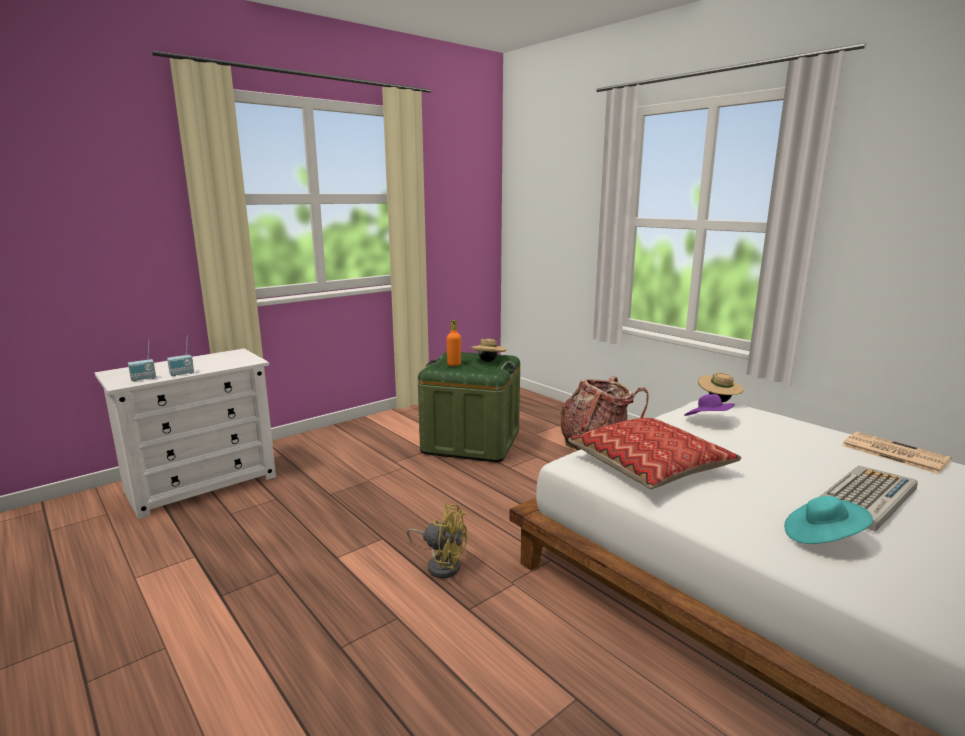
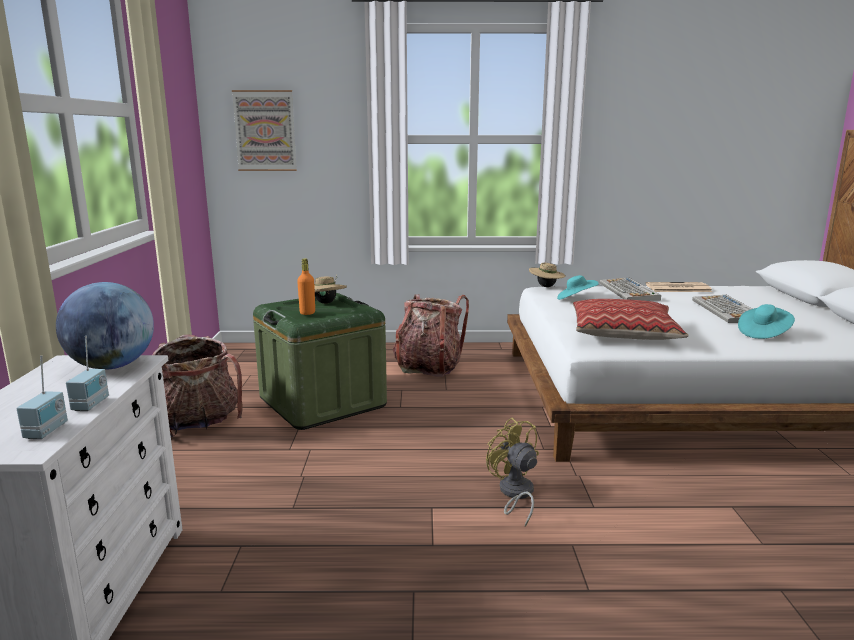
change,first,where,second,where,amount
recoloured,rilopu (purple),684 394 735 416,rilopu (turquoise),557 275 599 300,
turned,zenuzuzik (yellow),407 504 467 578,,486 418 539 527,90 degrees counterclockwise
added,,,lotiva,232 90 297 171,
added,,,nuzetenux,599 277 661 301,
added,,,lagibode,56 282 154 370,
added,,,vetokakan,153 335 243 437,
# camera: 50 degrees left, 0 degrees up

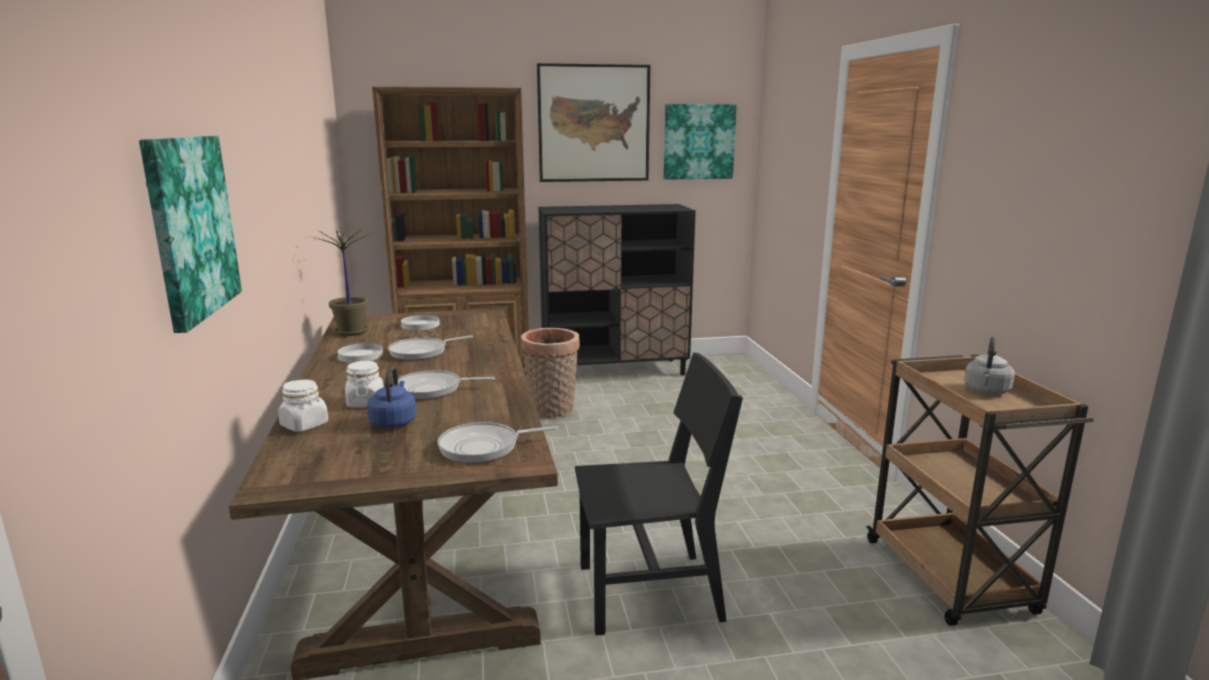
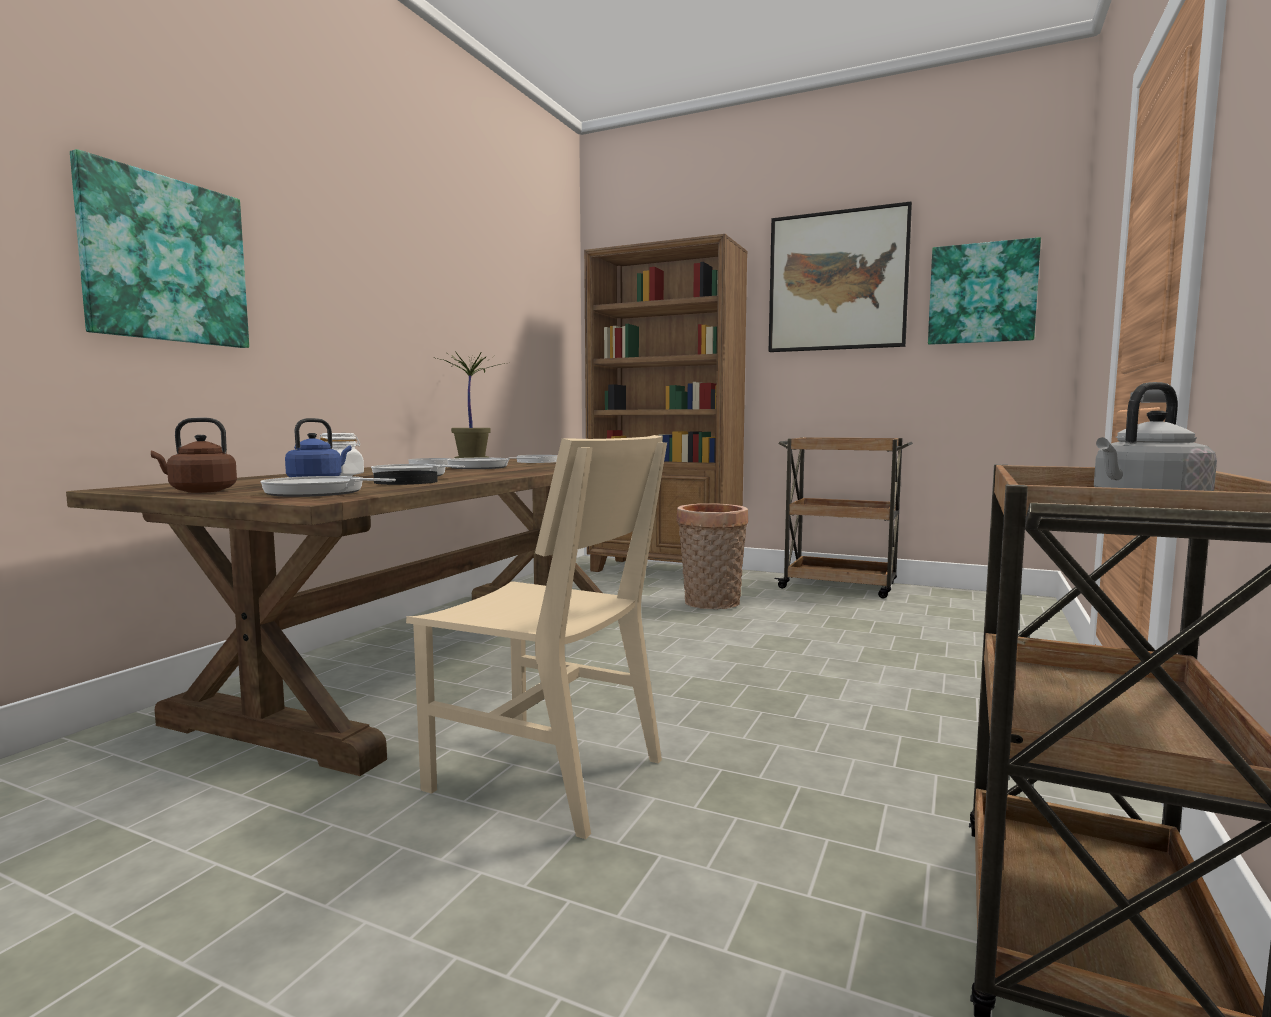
change,first,where,second,where,amount
replaced,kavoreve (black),538 204 696 376,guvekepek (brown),774 437 913 598,
recoloured,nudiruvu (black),575 352 743 636,nudiruvu (beige),406 435 667 839,
removed,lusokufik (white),278 380 328 432,,,
added,,,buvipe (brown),151 418 237 493,
added,,,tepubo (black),373 471 438 485,
# camera: 35 degrees right, 10 degrees down

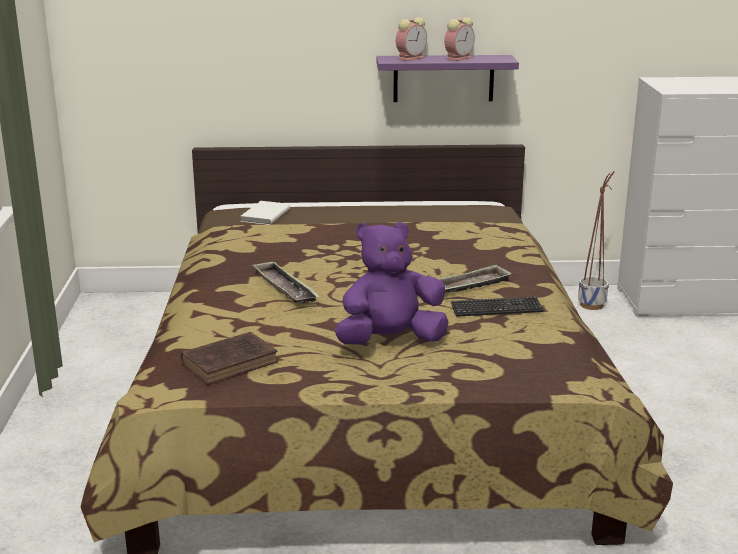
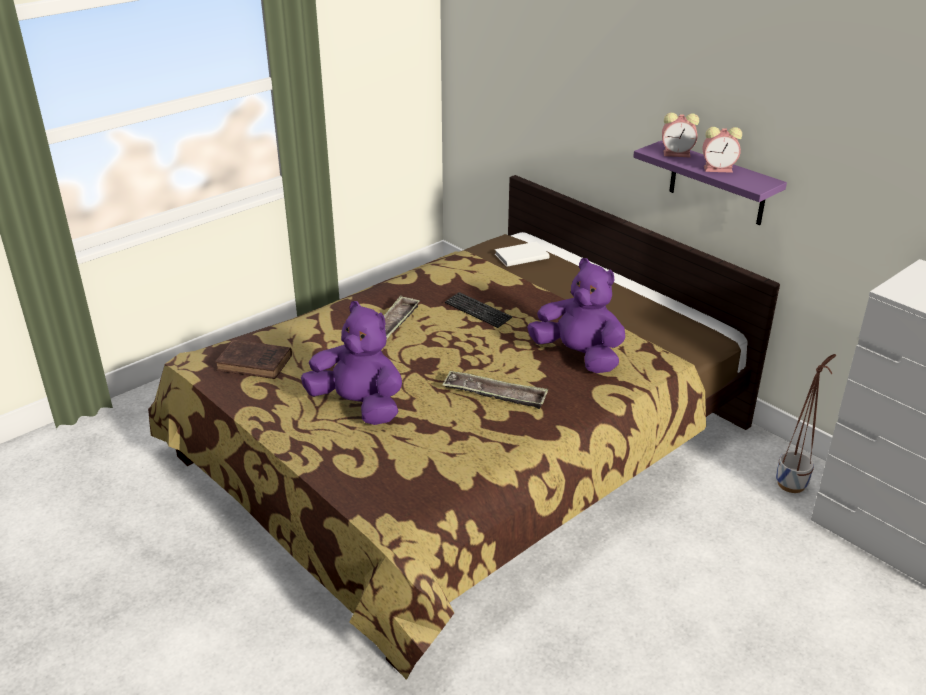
change,first,where,second,where,amount
moved,nuzetenux,451 297 544 317,,445 292 512 328,
added,,,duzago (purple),527 258 625 373,
# camera: 50 degrees right, 10 degrees up

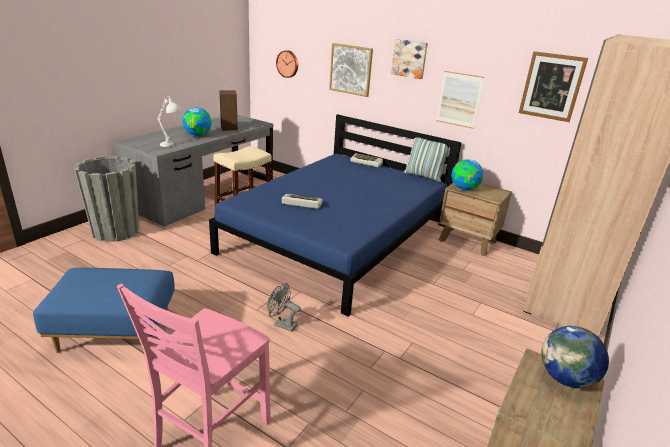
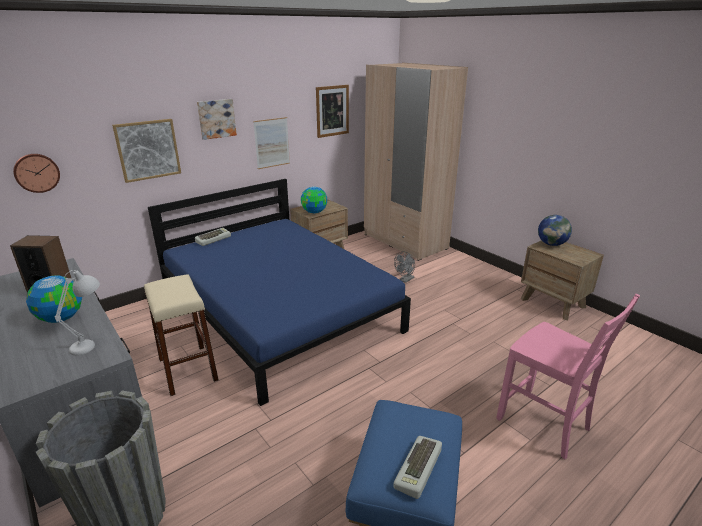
change,first,where,second,where,amount
removed,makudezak,403 137 449 182,,,
moved,nuzetenux,282 194 322 209,,394 436 442 499,
moved,zenuzuzik (grey),267 283 301 332,,394 251 415 283,
# camera: 70 degrees left, 0 degrees up

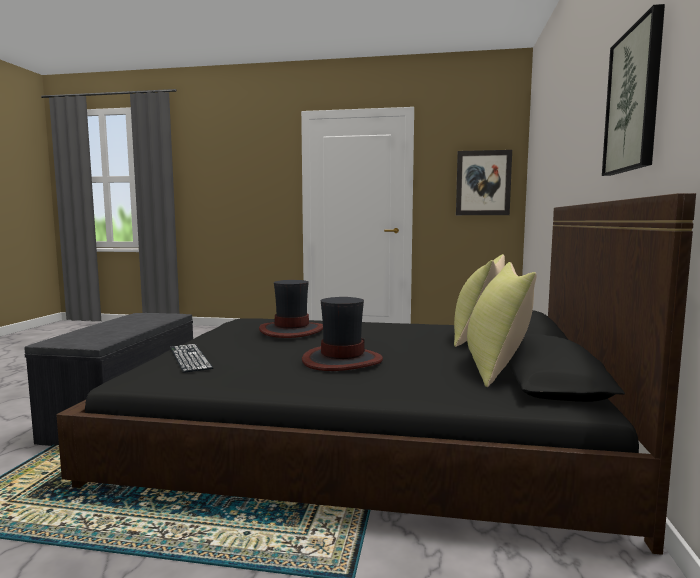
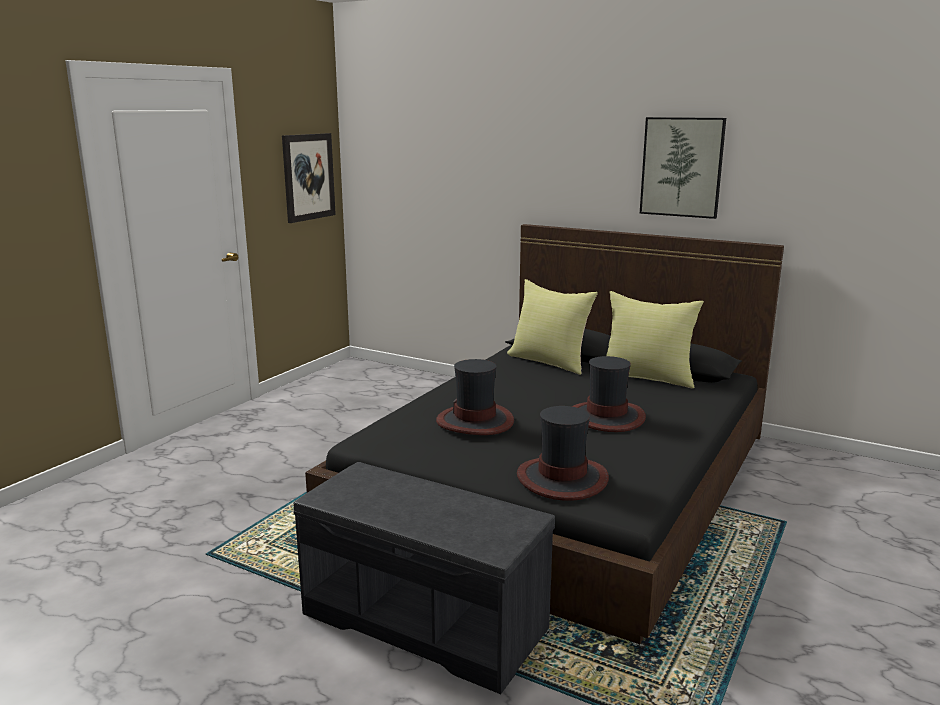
change,first,where,second,where,amount
replaced,nuzetenux,170 344 214 373,rilopu,517 406 609 501,
# camera: 70 degrees left, 10 degrees up

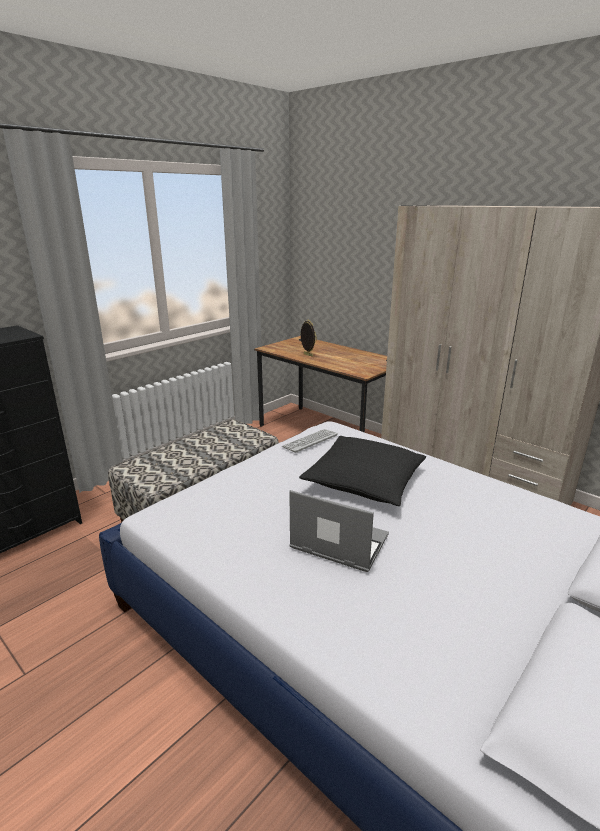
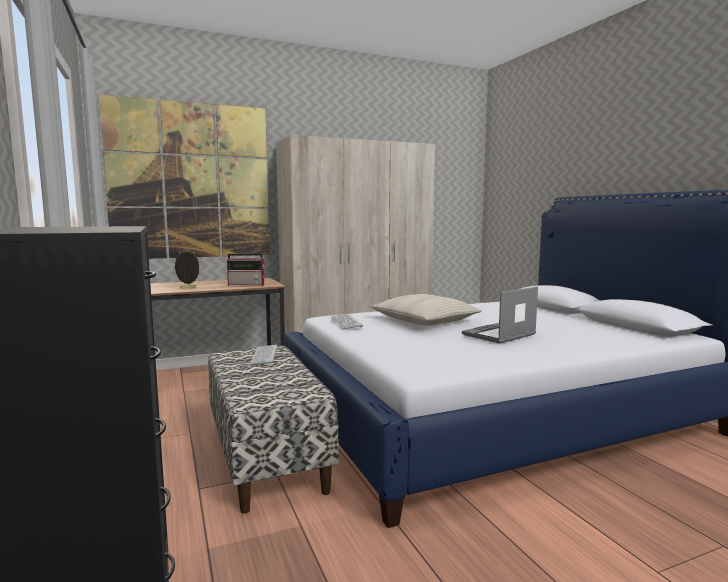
change,first,where,second,where,amount
recoloured,makudezak (black),299 436 426 506,makudezak (beige),371 294 482 326,
added,,,lotiva,98 94 270 259,
added,,,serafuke,227 254 265 286,
added,,,nuzetenux,250 345 277 365,
# camera: 65 degrees left, 15 degrees down

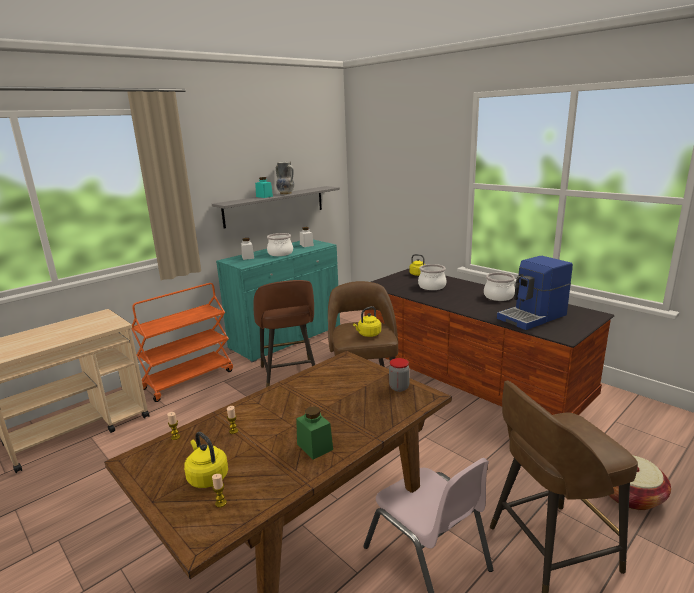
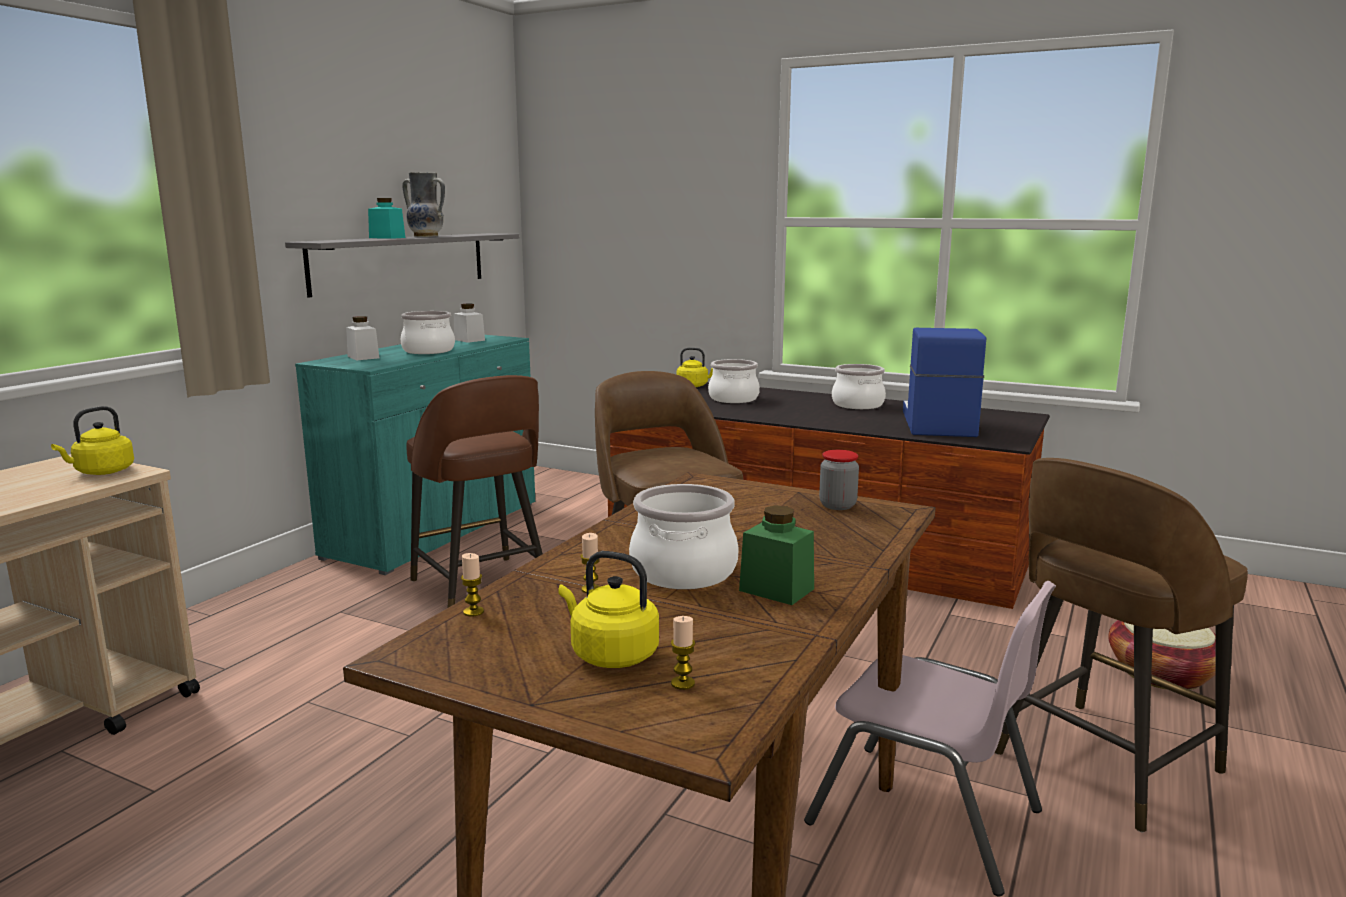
change,first,where,second,where,amount
turned,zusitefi,497 256 573 330,,903 328 986 437,150 degrees clockwise
removed,guvekepek (orange),131 283 233 402,,,
moved,buvipe (yellow),353 306 381 337,,51 406 134 475,
added,,,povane,629 484 738 589,
# camera: 20 degrees left, 5 degrees down

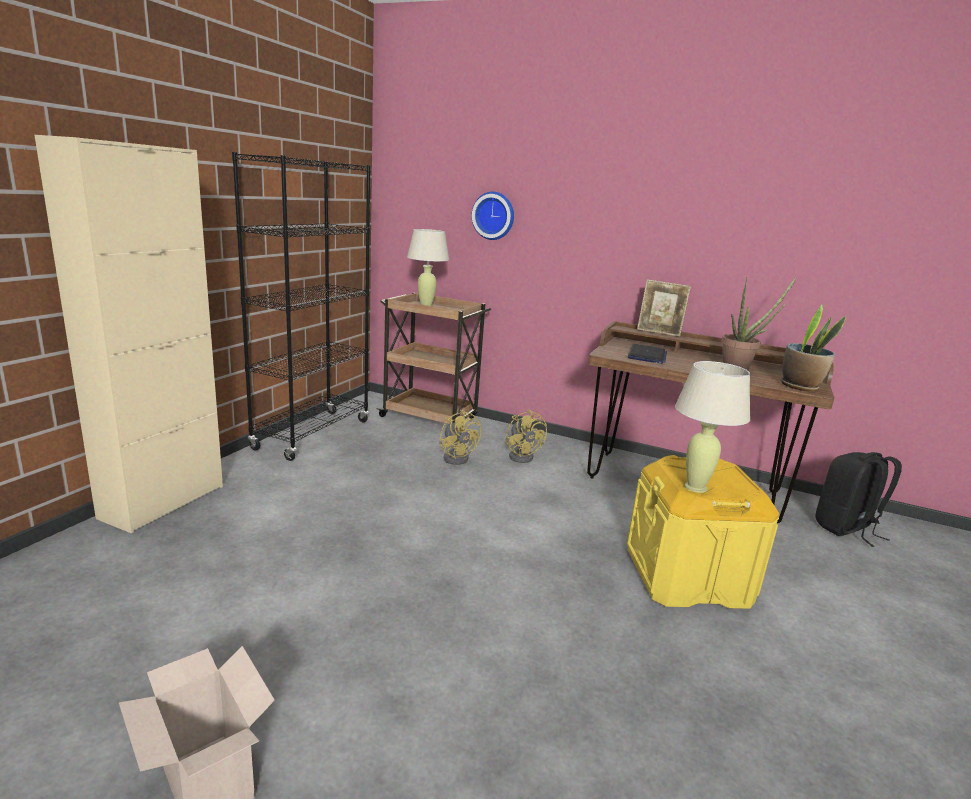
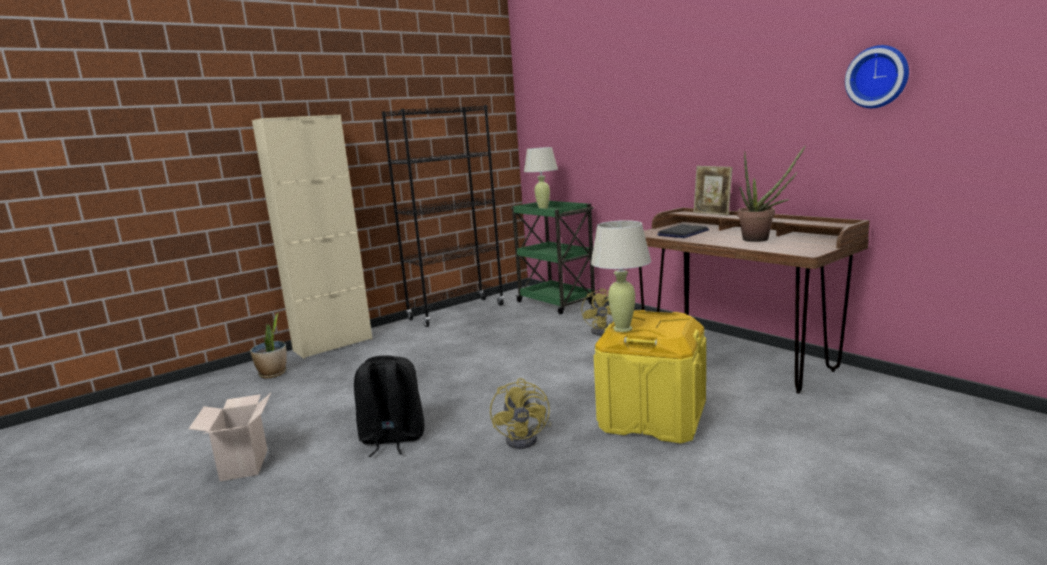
change,first,where,second,where,amount
moved,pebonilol,472 192 514 240,,845 45 909 108,
recoloured,guvekepek (brown),377 292 491 424,guvekepek (green),510 201 595 314,
moved,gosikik,781 305 846 391,,250 313 287 378,
moved,zenuzuzik (yellow),439 409 481 465,,490 378 552 449,
moved,vetokakan (black),815 452 902 547,,354 355 425 457,
# camera: 30 degrees right, 5 degrees down

